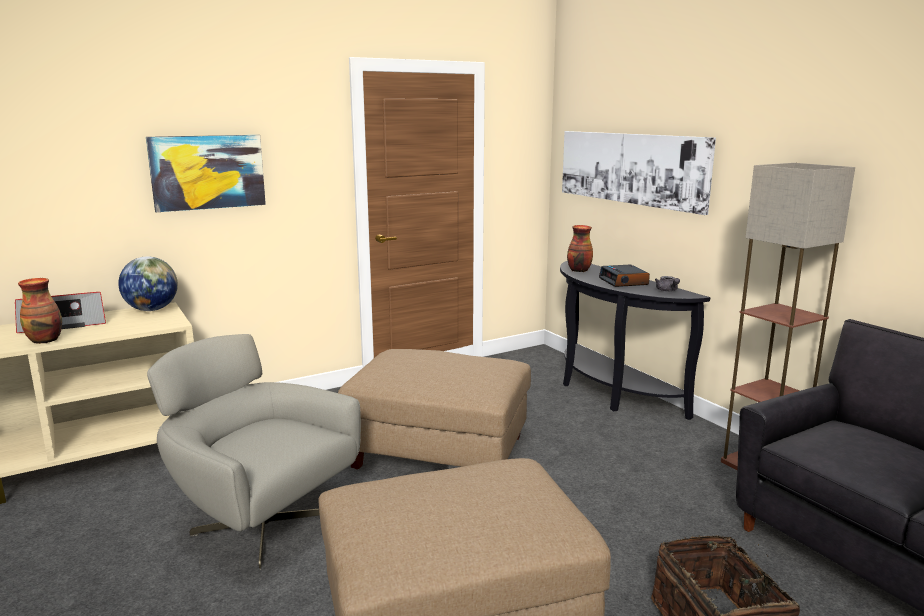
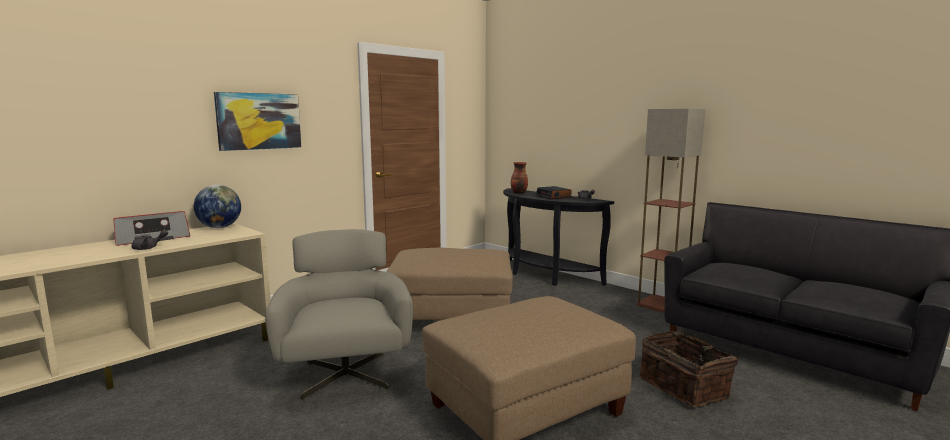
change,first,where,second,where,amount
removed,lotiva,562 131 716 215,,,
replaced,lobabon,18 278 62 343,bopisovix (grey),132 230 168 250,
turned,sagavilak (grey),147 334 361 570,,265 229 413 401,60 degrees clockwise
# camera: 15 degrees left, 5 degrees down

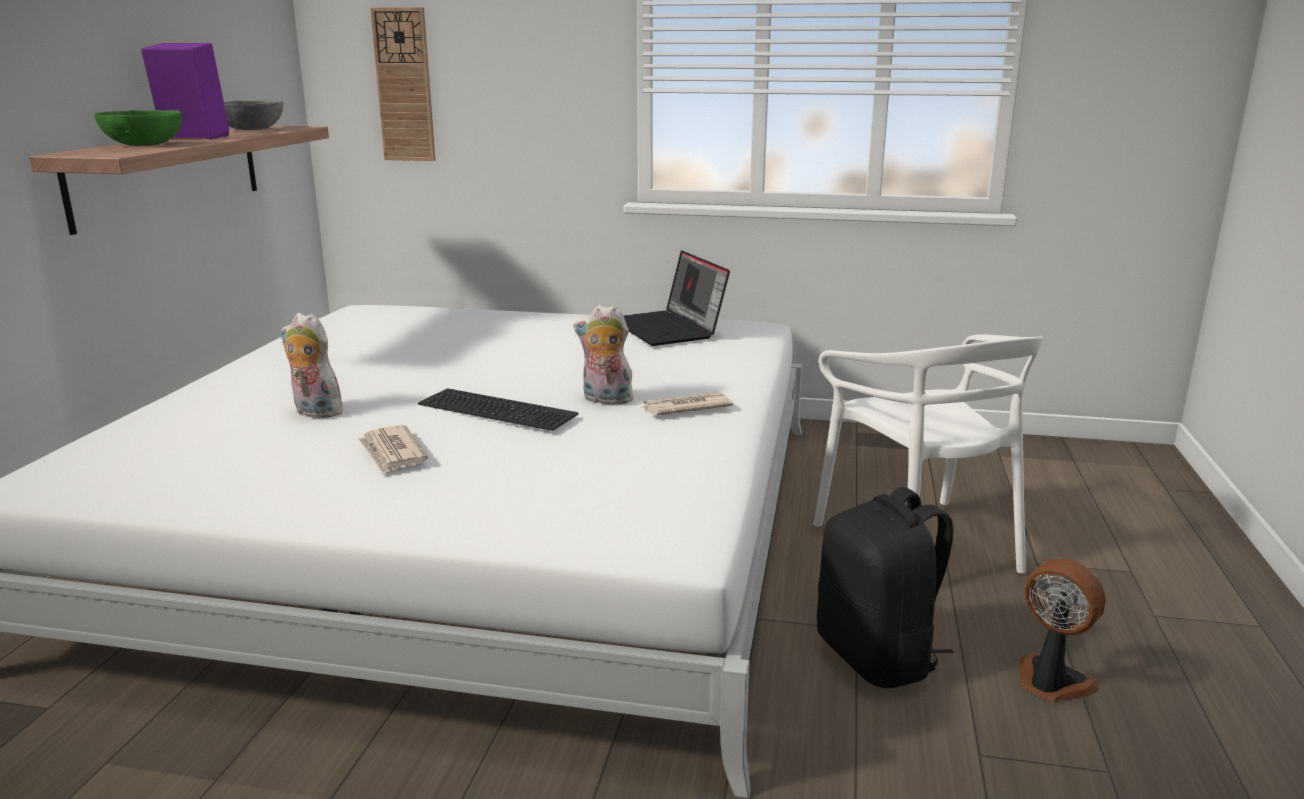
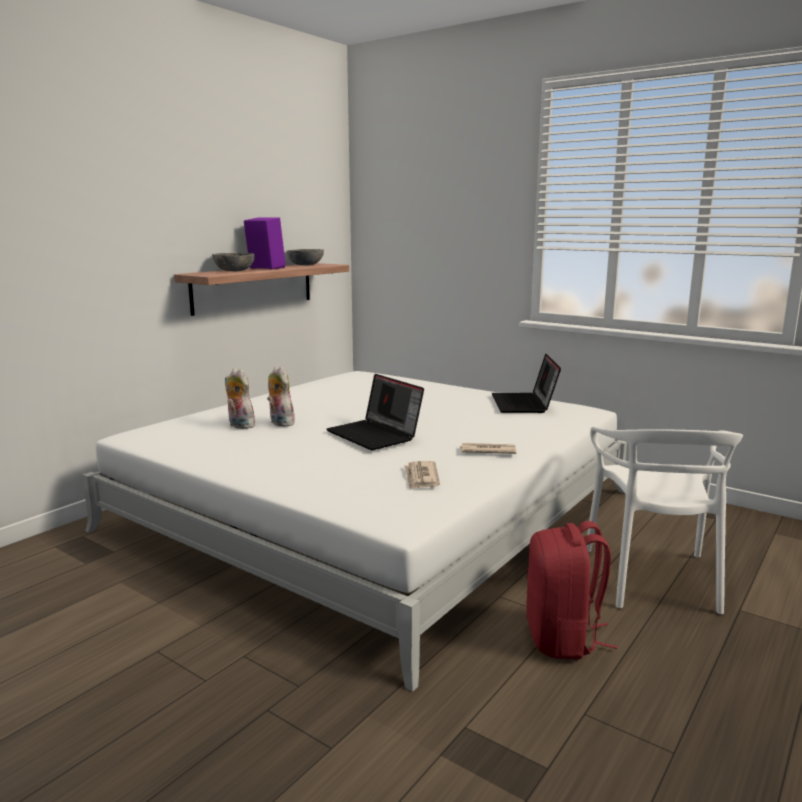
change,first,where,second,where,amount
removed,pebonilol,370 7 436 161,,,
recoloured,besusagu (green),94 110 182 146,besusagu (grey),212 253 255 271,
moved,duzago,574 305 636 405,,225 368 256 429,
replaced,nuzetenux,418 388 578 431,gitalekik,326 374 424 450,
moved,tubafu,358 425 428 474,,404 461 440 490,
recoloured,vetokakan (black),817 487 953 688,vetokakan (red),526 521 617 660,
removed,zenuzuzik,1019 558 1106 702,,,
# camera: 25 degrees right, 5 degrees down

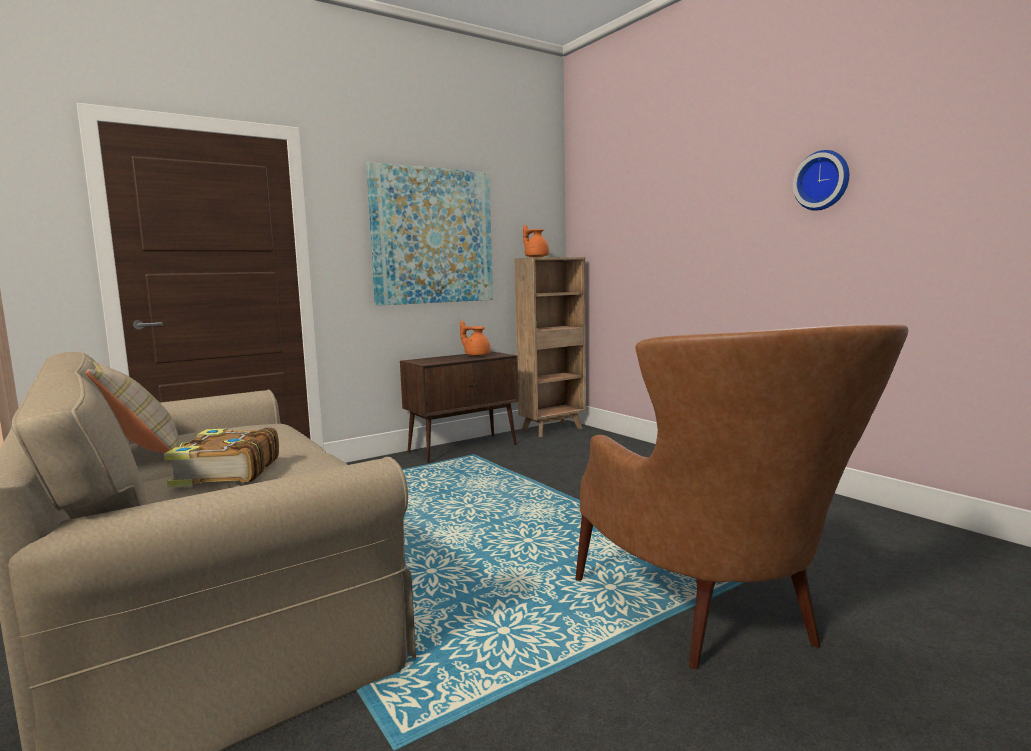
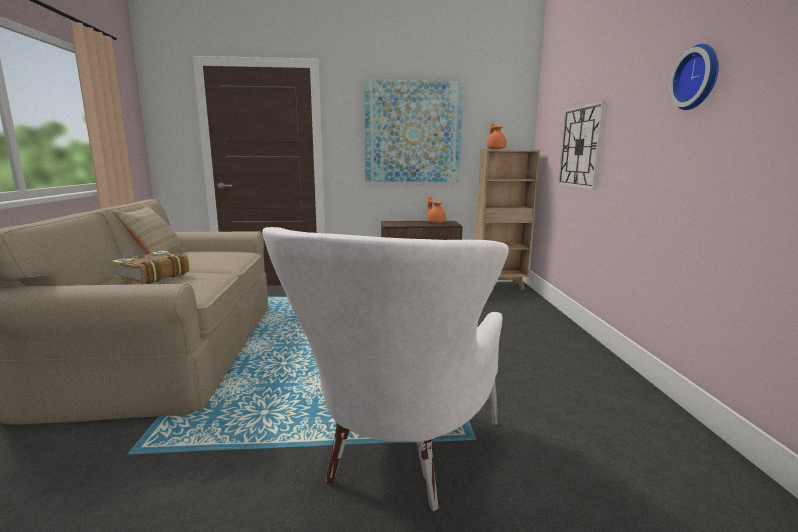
change,first,where,second,where,amount
recoloured,sagavilak (brown),576 324 908 669,sagavilak (white),262 227 509 511,
added,,,pebonilol,557 101 607 190,
# camera: 30 degrees right, 5 degrees up

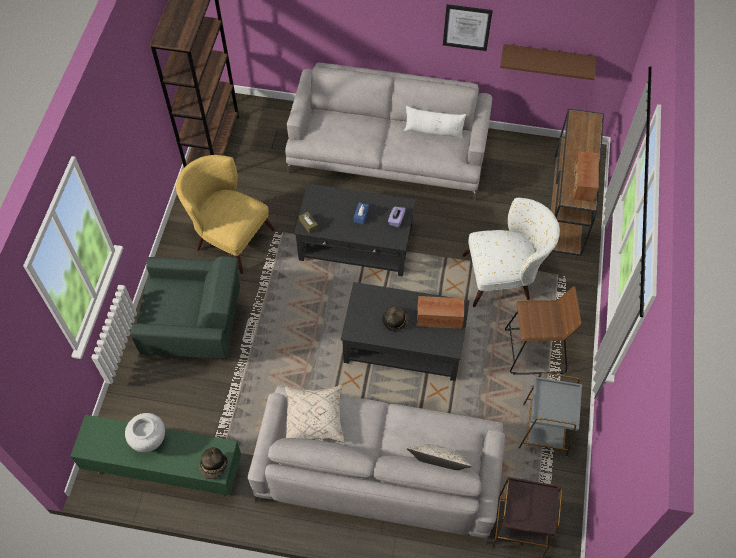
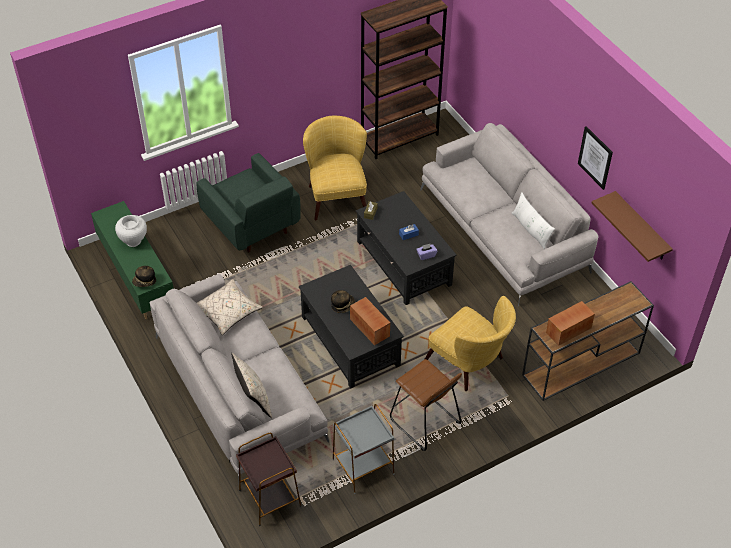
change,first,where,second,where,amount
recoloured,sagavilak (white),463 198 560 307,sagavilak (yellow),424 296 516 391,
# camera: 50 degrees right, 10 degrees down

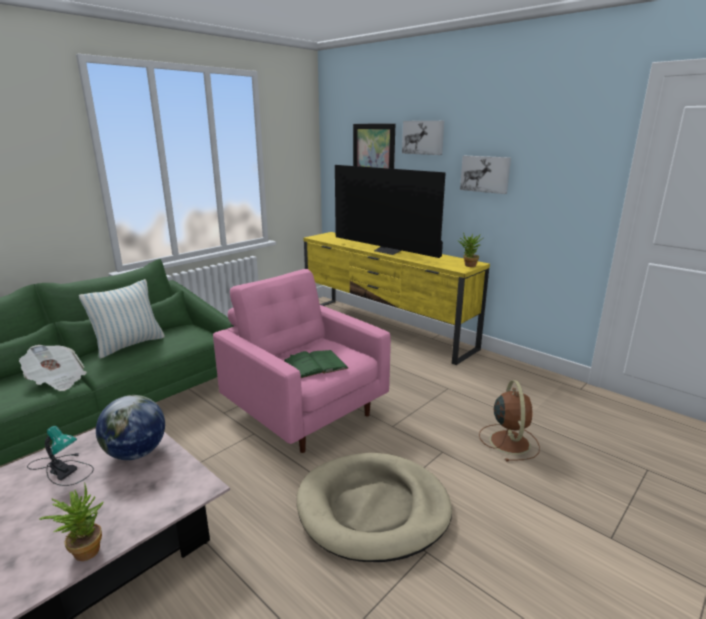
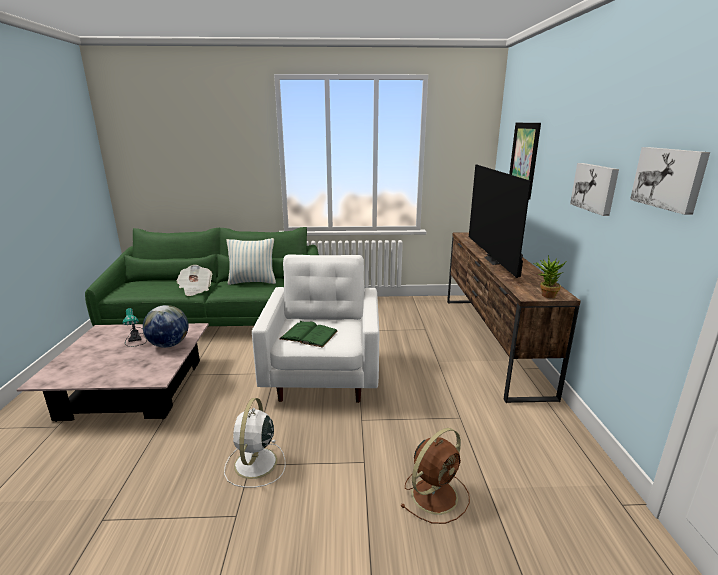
change,first,where,second,where,amount
moved,lotiva,402 121 444 155,,630 147 710 215,
recoloured,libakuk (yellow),304 232 490 365,libakuk (brown),447 232 581 403,
recoloured,sagavilak (pink),213 269 391 453,sagavilak (white),252 255 379 403,
replaced,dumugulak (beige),297 453 452 562,zenuzuzik (white),224 398 286 488,
removed,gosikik,39 483 103 561,,,
# camera: 45 degrees right, 0 degrees up

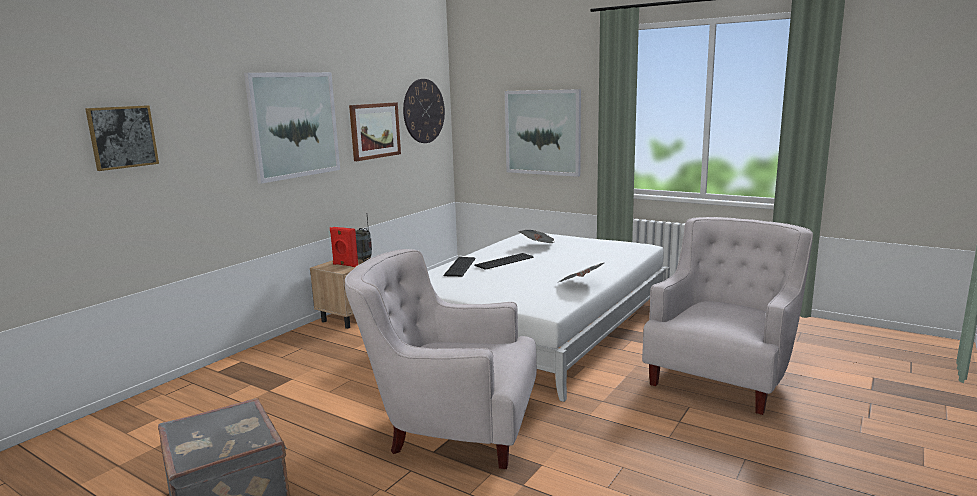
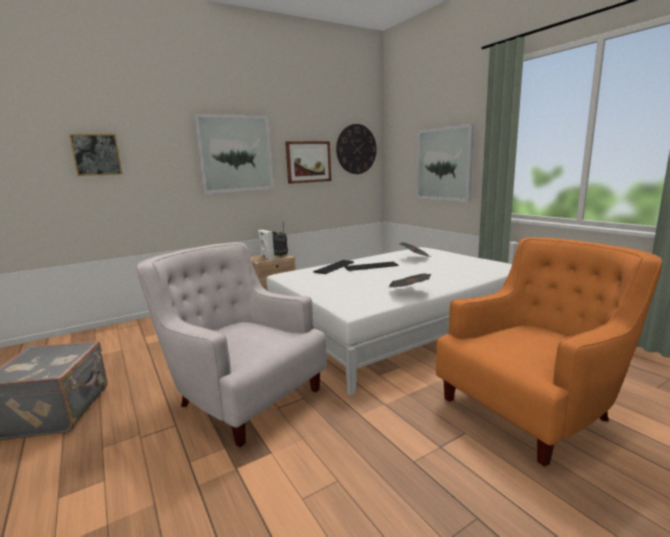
change,first,where,second,where,amount
recoloured,sagavilak (white),642 217 813 415,sagavilak (orange),436 237 662 467,
recoloured,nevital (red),330 227 358 267,nevital (white),258 230 274 260,
# camera: 25 degrees right, 0 degrees up

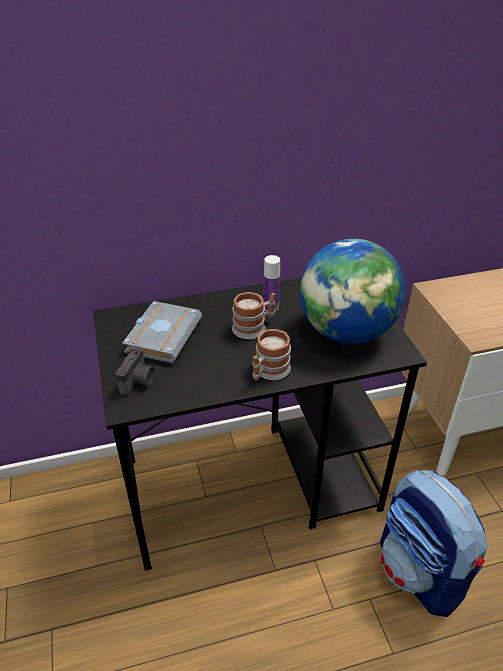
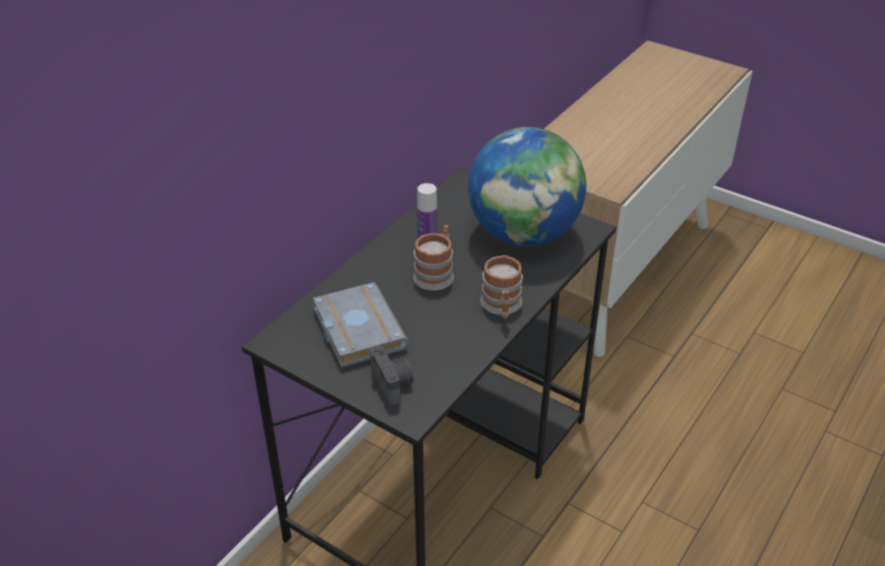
change,first,where,second,where,amount
removed,vetokakan,380 470 488 617,,,
# camera: 40 degrees left, 0 degrees up

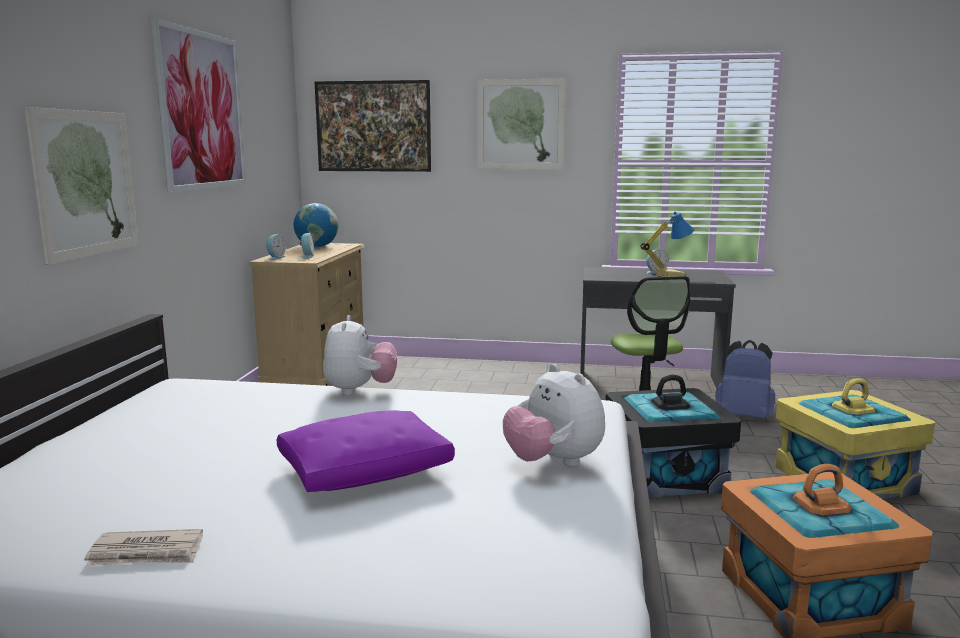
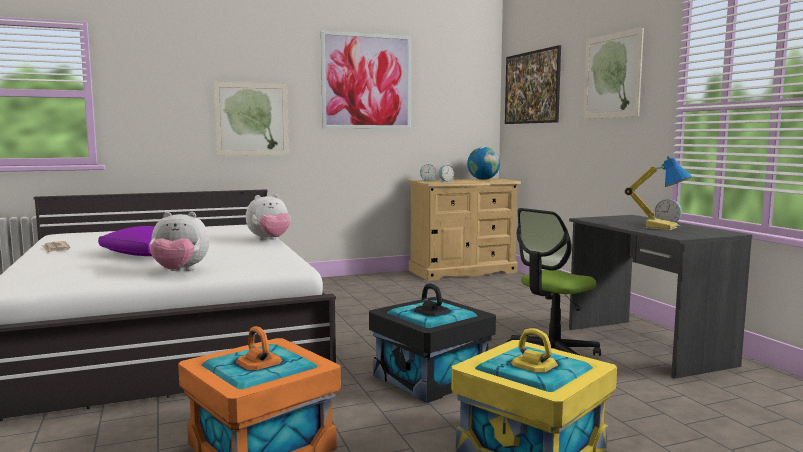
change,first,where,second,where,amount
removed,vetokakan (blue),715 340 775 418,,,
turned,duzago,503 364 605 466,,149 212 209 271,120 degrees counterclockwise
# camera: 60 degrees right, 5 degrees down

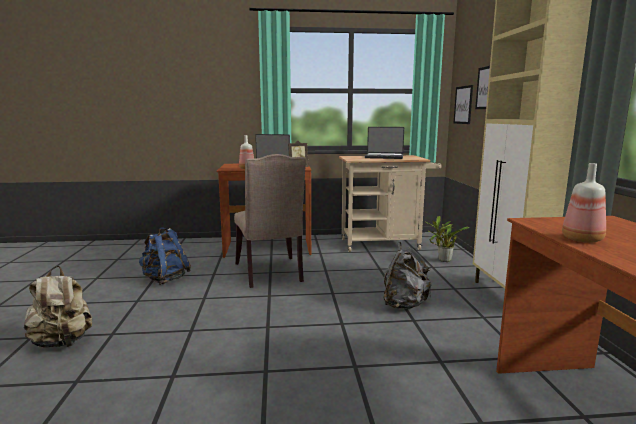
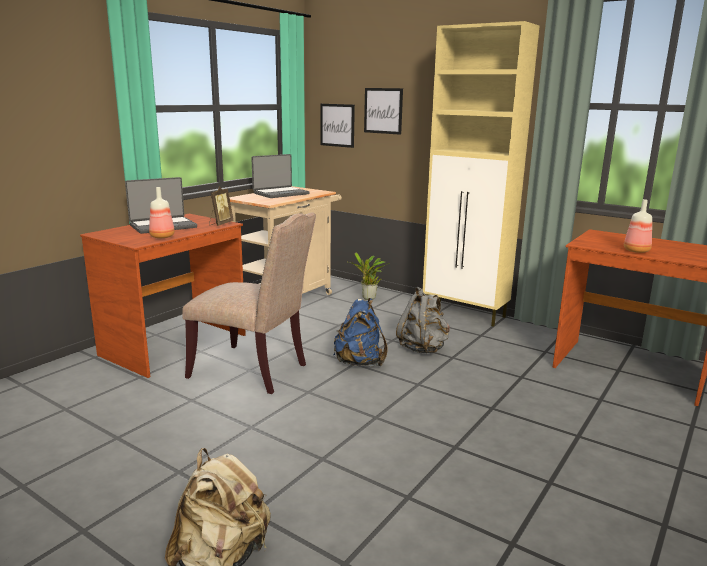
change,first,where,second,where,amount
moved,vetokakan (blue),139 227 191 285,,334 298 388 366,
# camera: 50 degrees left, 5 degrees up

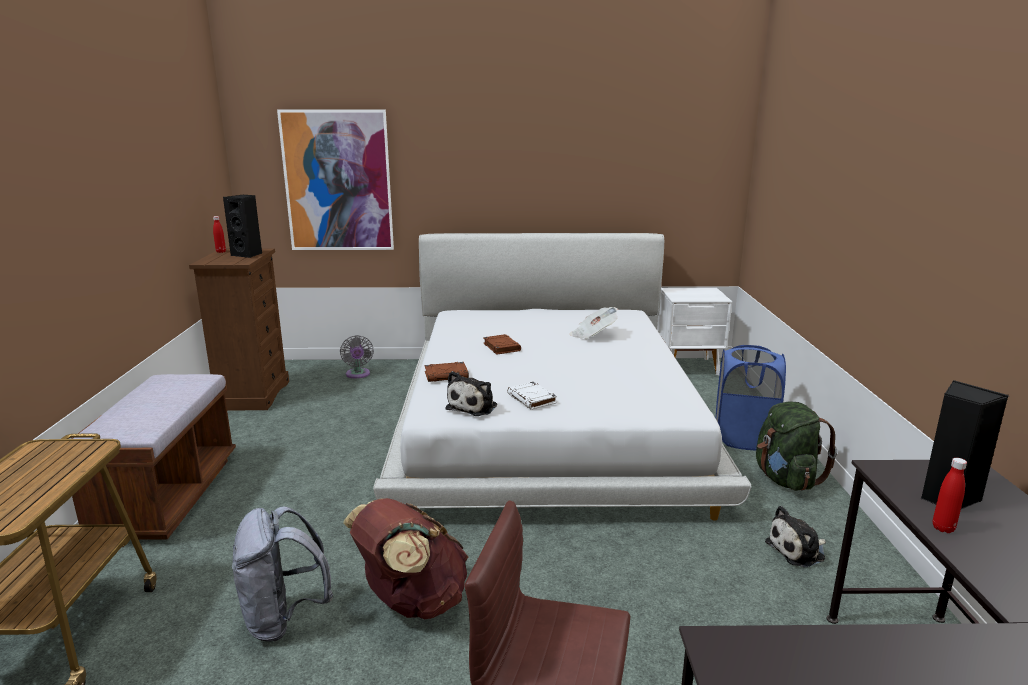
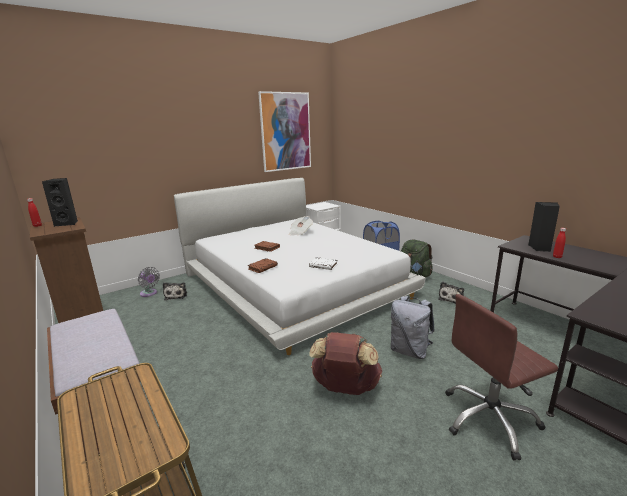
change,first,where,second,where,amount
moved,lotiva,277 109 394 250,,258 91 311 172,
moved,duzago,445 371 497 416,,163 282 187 300,
moved,vetokakan (grey),232 506 333 642,,391 296 435 359,
# camera: 35 degrees left, 0 degrees up

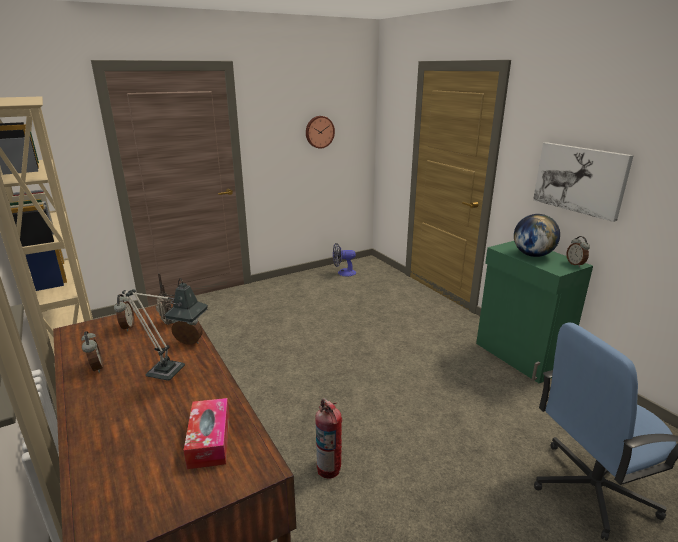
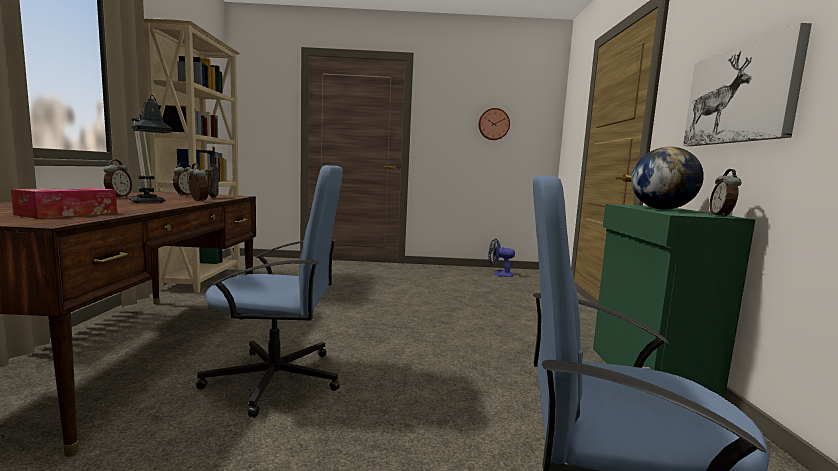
change,first,where,second,where,amount
replaced,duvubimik,315 398 342 479,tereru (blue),196 165 343 418,
# camera: 30 degrees right, 15 degrees down

